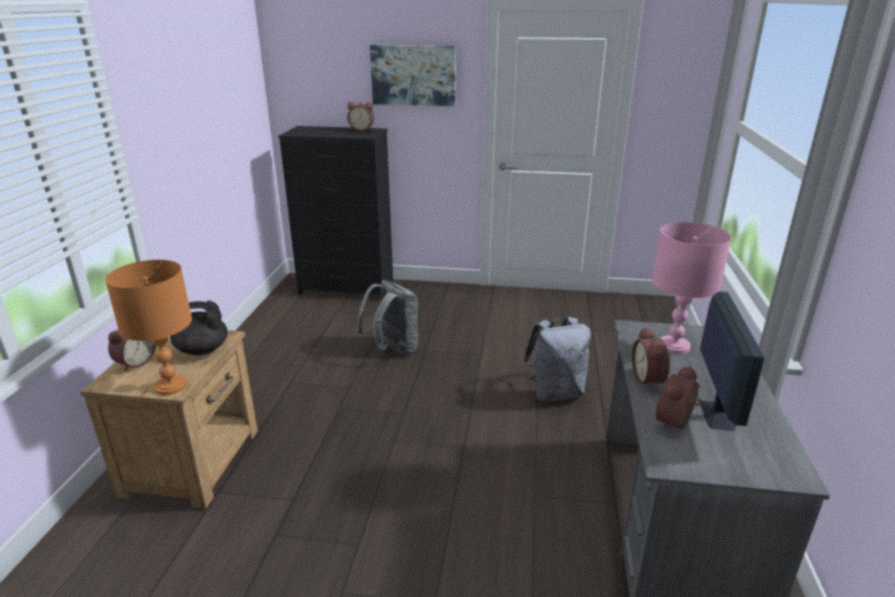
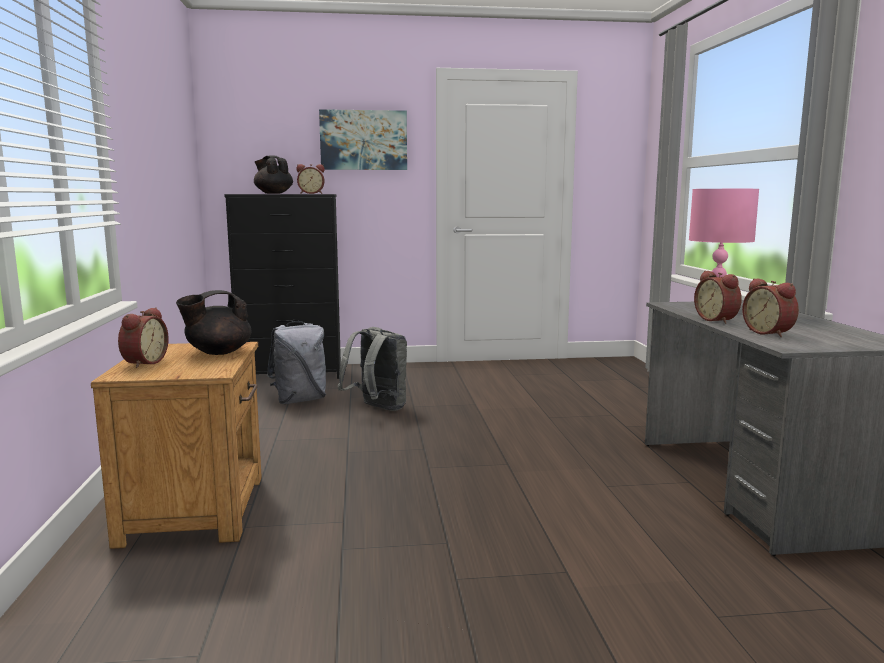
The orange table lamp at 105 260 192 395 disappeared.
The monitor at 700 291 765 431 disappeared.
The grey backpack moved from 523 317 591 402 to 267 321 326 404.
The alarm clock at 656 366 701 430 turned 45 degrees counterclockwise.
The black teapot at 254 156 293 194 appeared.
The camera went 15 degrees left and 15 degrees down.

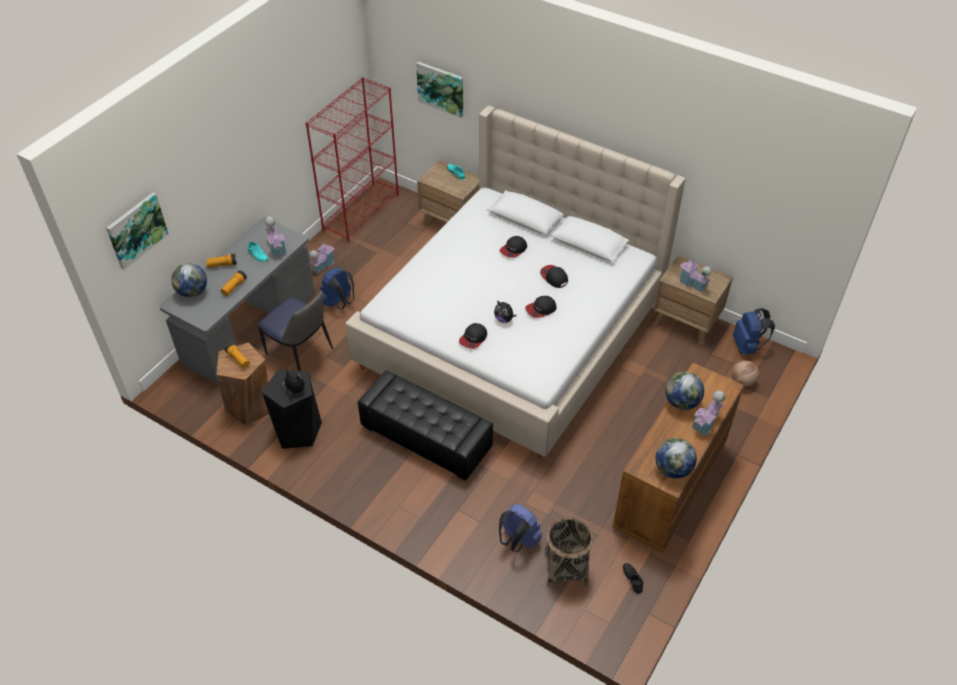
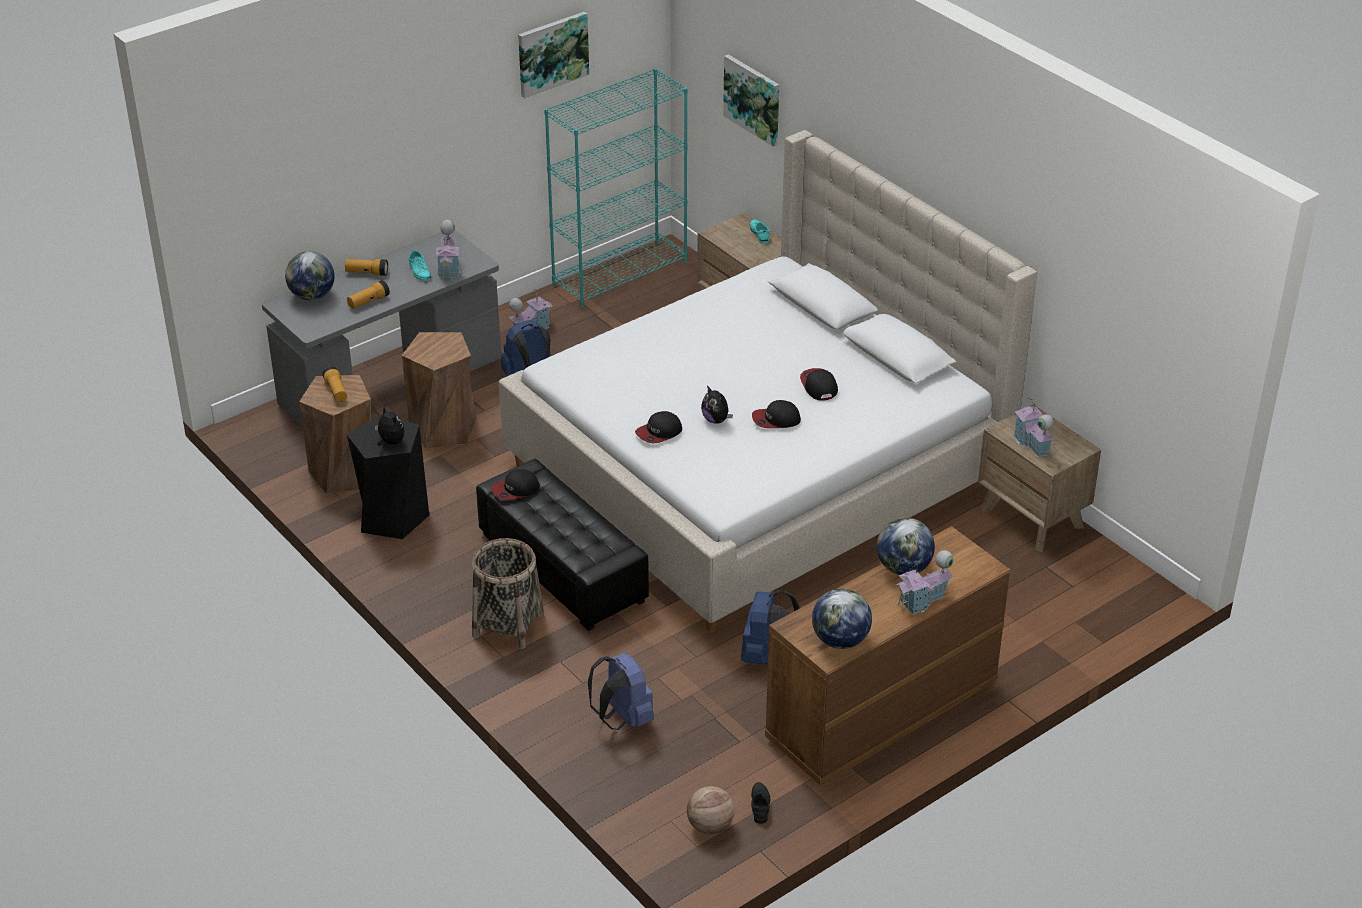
The red bookcase at 305 77 399 243 became the turquoise bookcase at 544 68 688 308.
The picture moved from 106 193 168 270 to 518 12 589 98.
The cap moved from 500 236 527 258 to 491 469 540 500.
The chair at 258 290 333 371 was replaced by the brown stool at 402 332 476 448.
The blue backpack moved from 733 308 775 354 to 741 590 800 664.
The basketball moved from 731 360 759 387 to 687 786 735 835.
The basket moved from 544 516 593 587 to 472 538 544 649.
The camera went 20 degrees right and 10 degrees down.

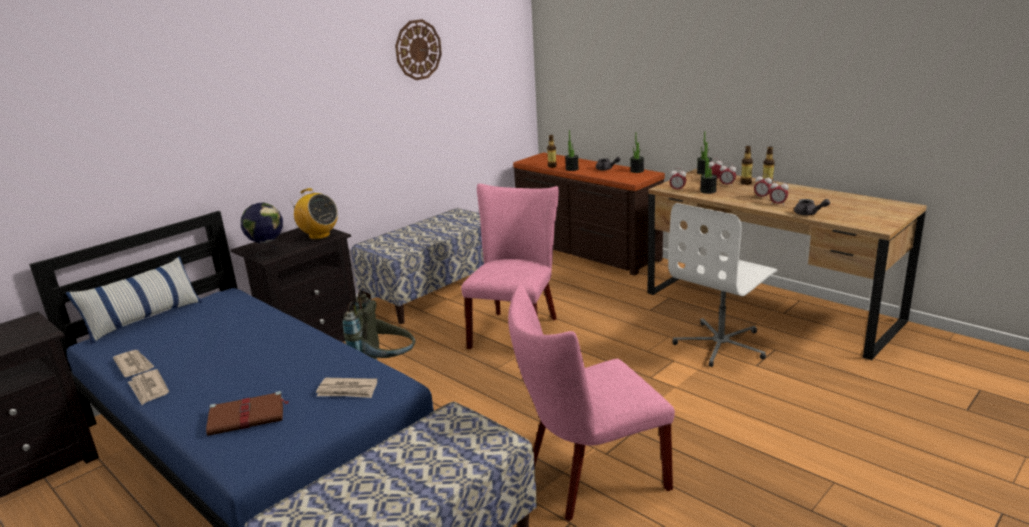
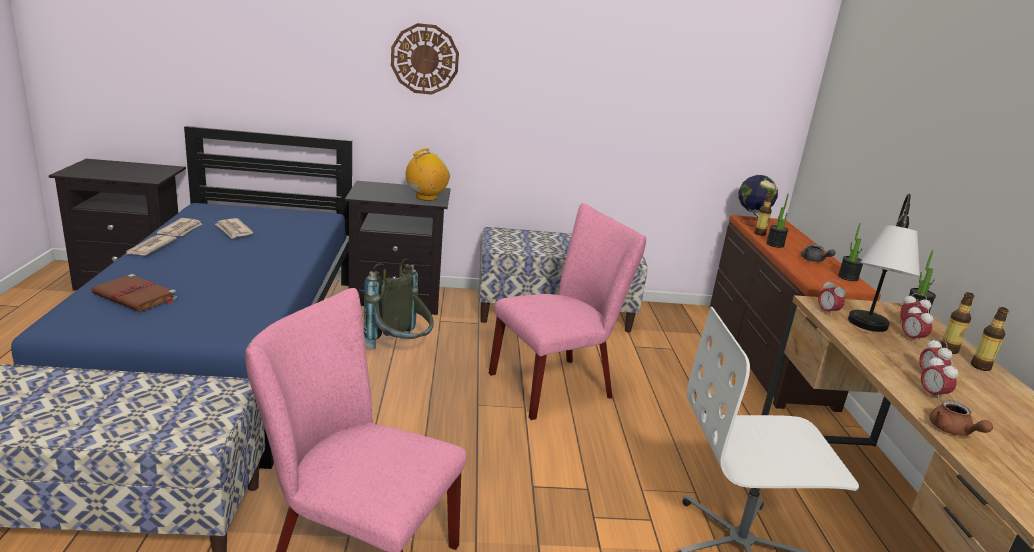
The wall clock moved from 395 19 442 80 to 391 23 459 95.
The potted plant at 700 146 717 194 was replaced by the table lamp at 848 194 920 332.
The radio at 290 188 338 239 turned 120 degrees counterclockwise.
The grey teapot at 794 199 830 215 became the brown teapot at 929 400 993 436.
The globe moved from 241 203 283 258 to 738 175 778 226.
The pillow at 66 256 202 344 disappeared.
The newspaper moved from 316 378 377 398 to 215 218 253 239.
The camera went 40 degrees right and 0 degrees up.

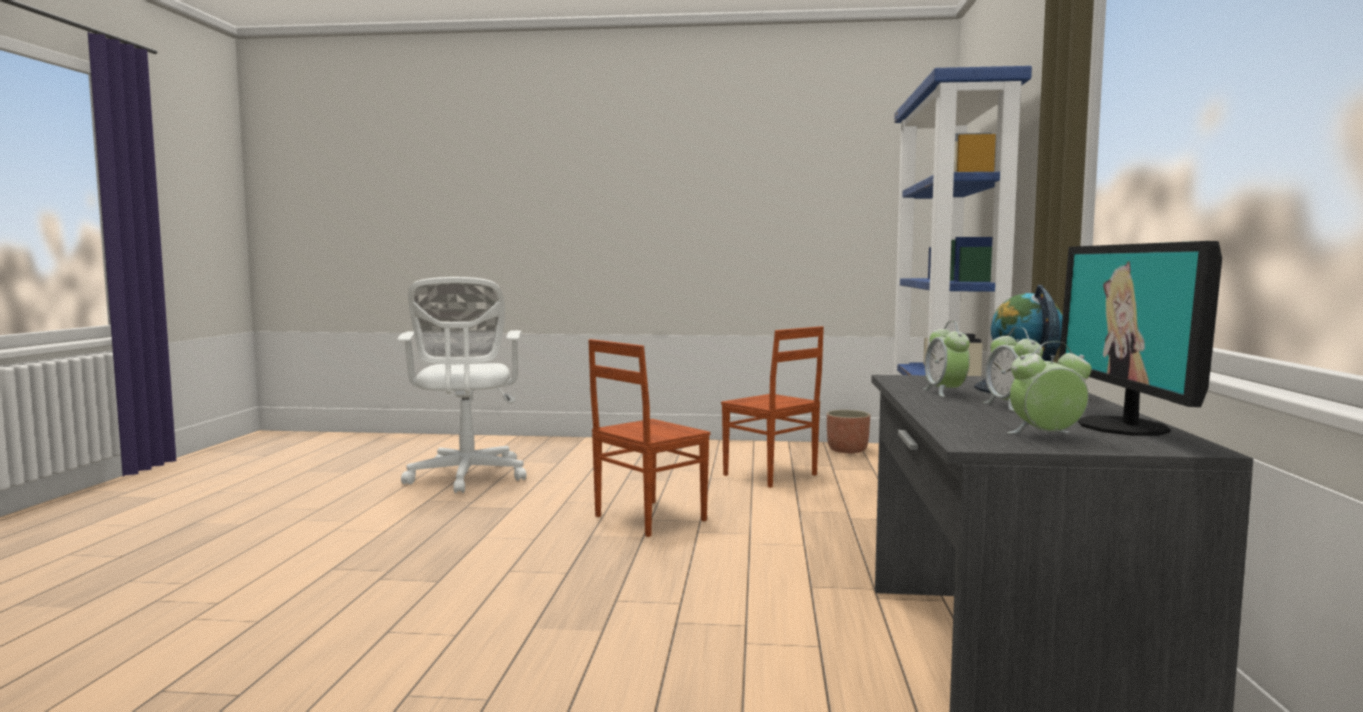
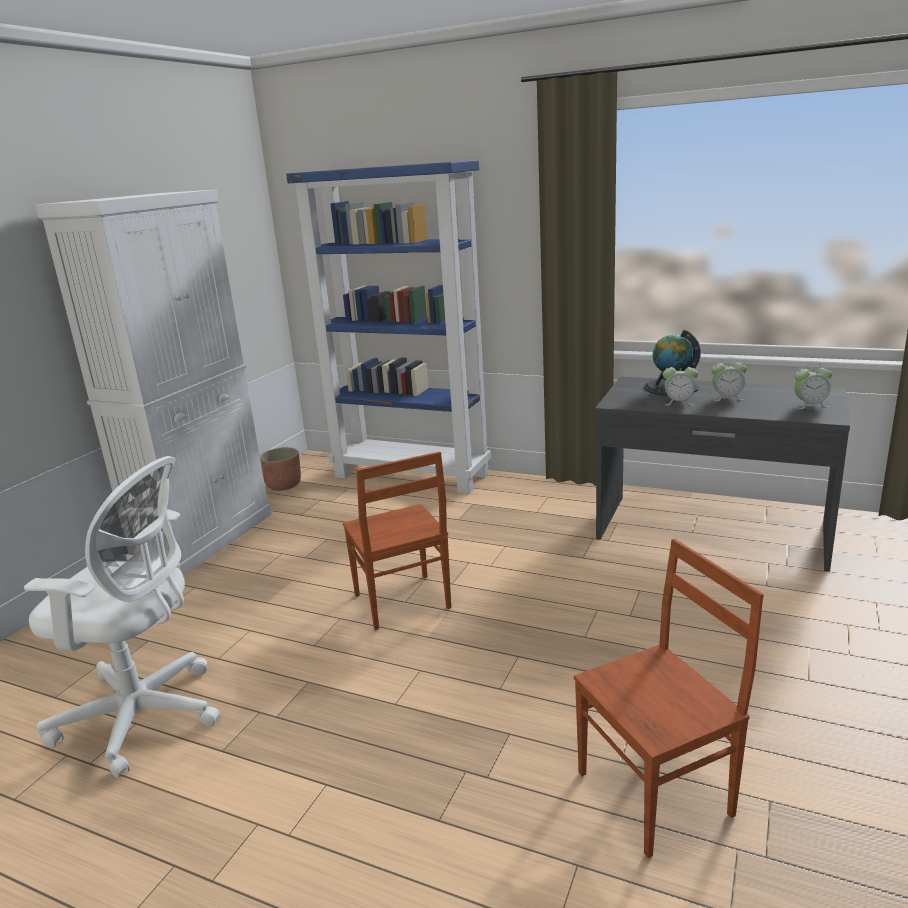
The monitor at 1059 241 1222 436 disappeared.
The brown chair moved from 721 326 824 488 to 574 539 764 858.
The alarm clock at 1007 341 1092 434 turned 105 degrees counterclockwise.
The white cabinet at 35 190 272 576 appeared.
The camera went 70 degrees left and 15 degrees up.

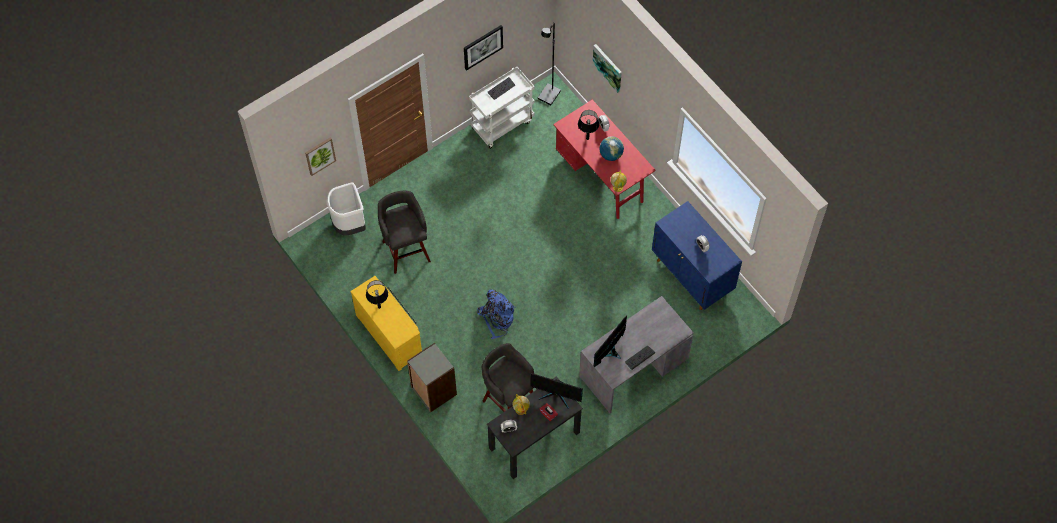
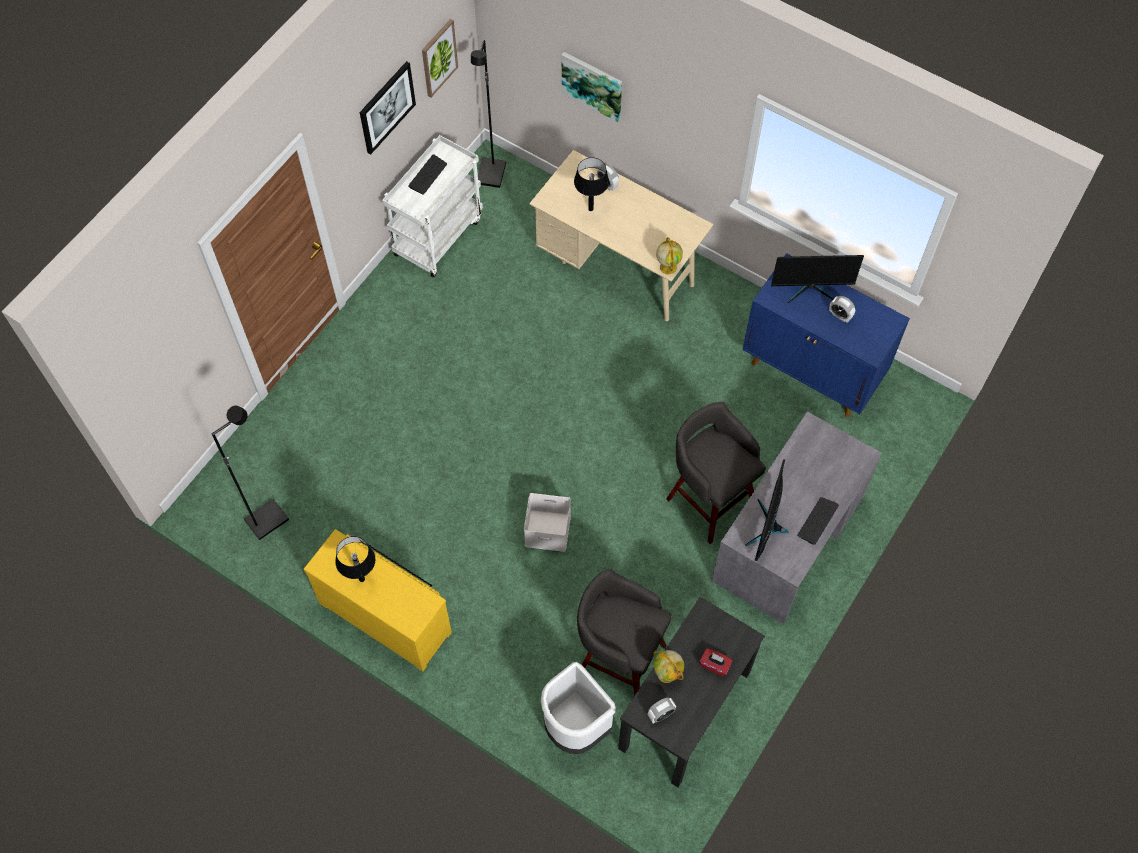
The red desk at 553 100 656 219 became the beige desk at 529 150 714 321.
The globe at 599 136 624 161 disappeared.
The picture moved from 305 137 336 176 to 422 19 458 97.
The white trash can moved from 327 182 366 236 to 541 662 616 754.
The grey stool moved from 378 191 431 274 to 666 402 766 544.
The blue backpack at 477 289 516 339 was replaced by the white storage box at 524 493 571 552.
The grey bookcase at 407 343 457 413 disappeared.
The monitor moved from 531 373 583 408 to 771 255 864 303.
The black floor lamp at 211 406 289 540 appeared.
The camera went 20 degrees left and 0 degrees up.

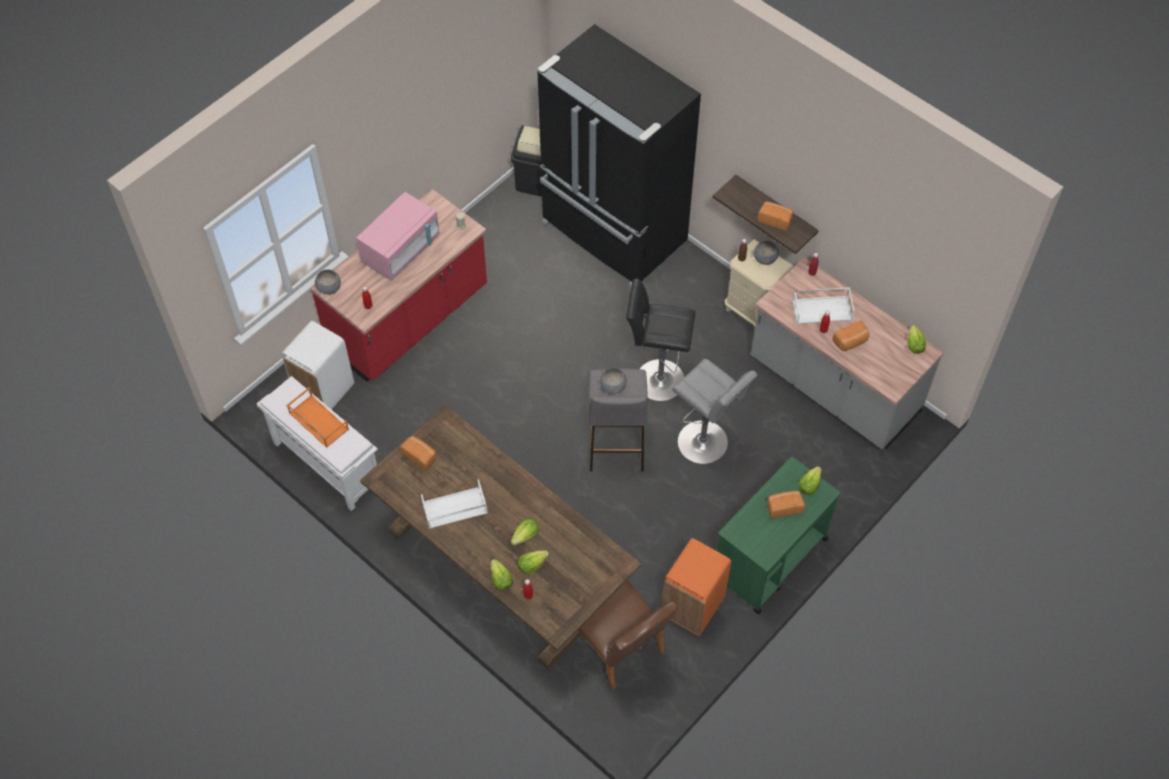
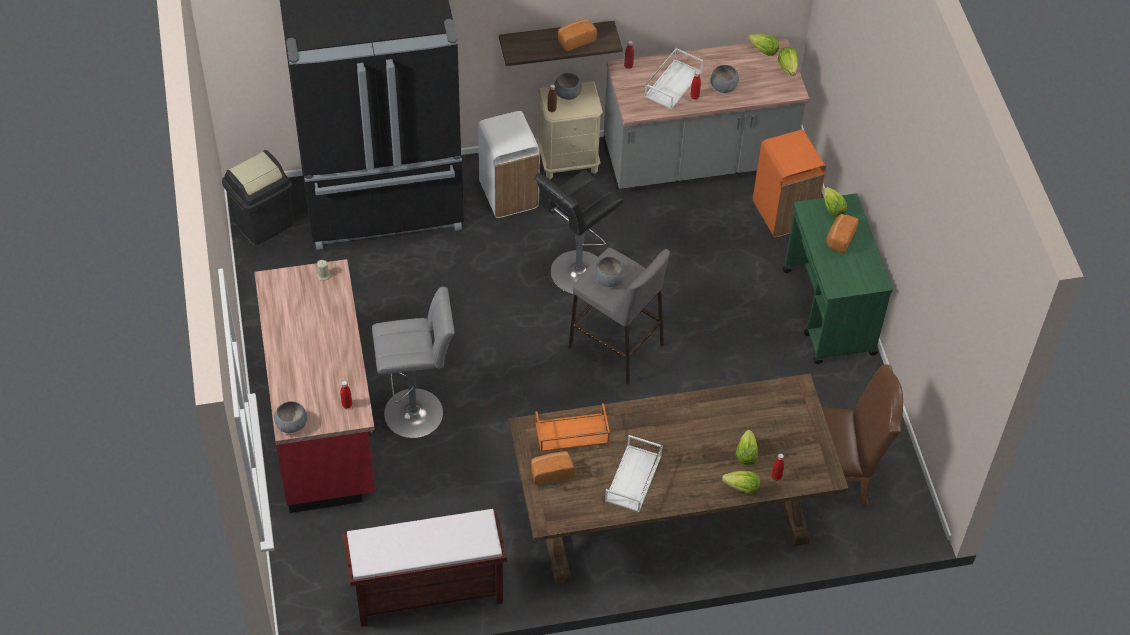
The pink microwave at 356 192 440 281 disappeared.
The white trash can moved from 282 321 354 410 to 478 111 540 218.
The bread at 832 321 869 351 was replaced by the grey bowl at 710 65 739 93.
The grey stool moved from 672 359 758 464 to 372 287 455 438.
The white bench at 257 376 378 511 became the brown bench at 343 509 507 627.
The orange tray moved from 287 387 349 448 to 535 403 610 452.
The lettuce moved from 511 518 539 546 to 777 47 798 76.
The orange trash can moved from 662 538 731 636 to 753 130 826 237.
The camera went 55 degrees left and 5 degrees down.

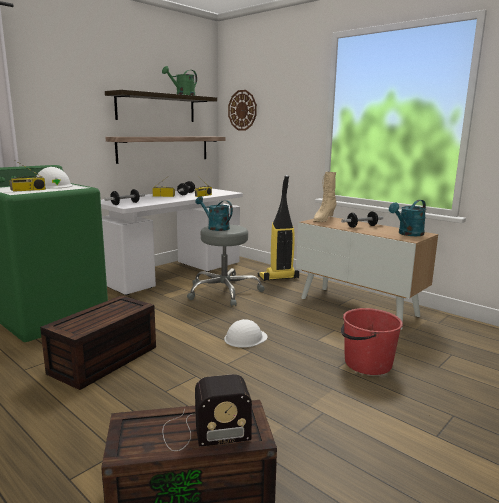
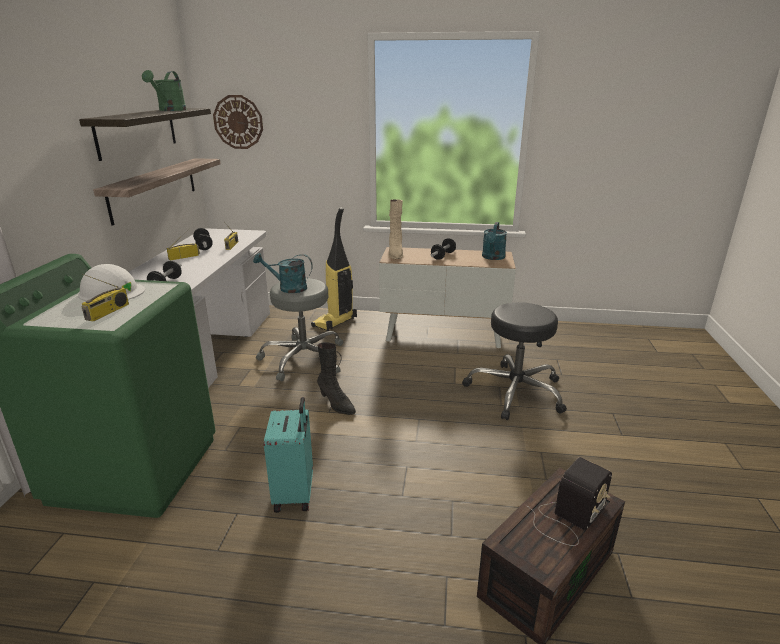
The brown storage box at 40 296 156 390 was replaced by the turquoise suitcase at 264 397 313 513.
The red bucket at 341 308 403 375 was replaced by the black stool at 462 302 567 420.
The white hard hat at 224 319 268 348 disappeared.
The black boot at 317 342 356 415 appeared.
The camera went 35 degrees left and 10 degrees up.

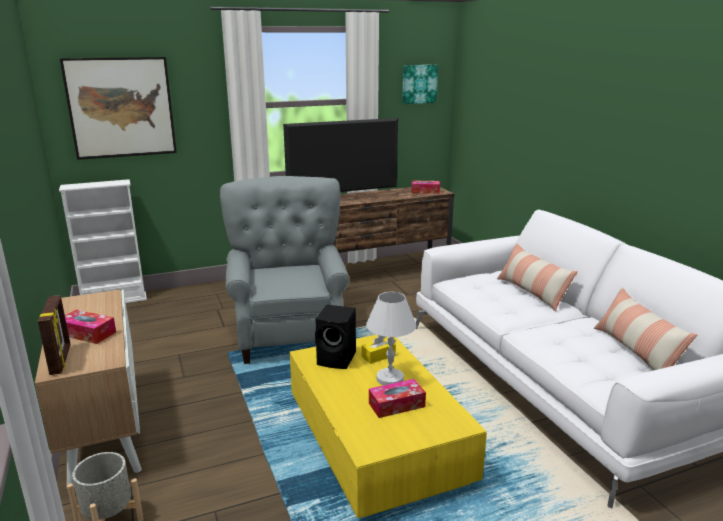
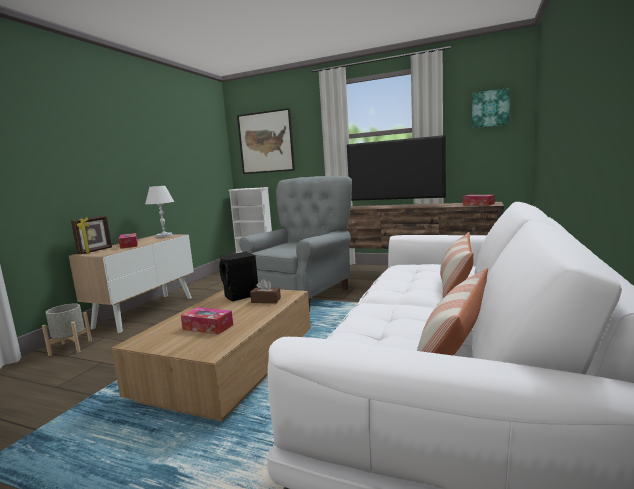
The white table lamp moved from 366 292 416 385 to 145 186 174 238.
The yellow coffee table at 290 335 487 518 became the brown coffee table at 111 289 311 422.
The yellow tissue box at 361 335 396 364 became the brown tissue box at 250 279 281 303.
The camera went 45 degrees right and 10 degrees down.

